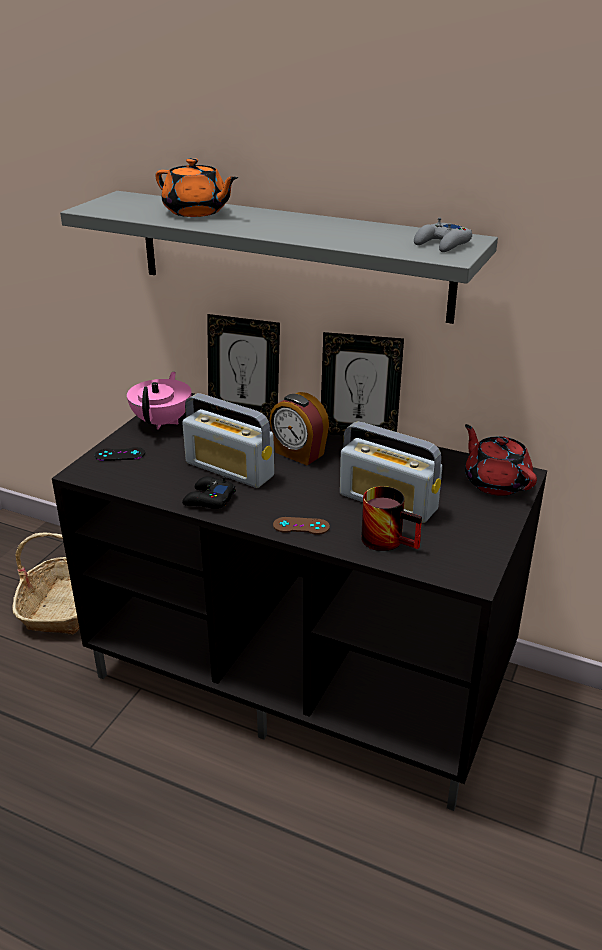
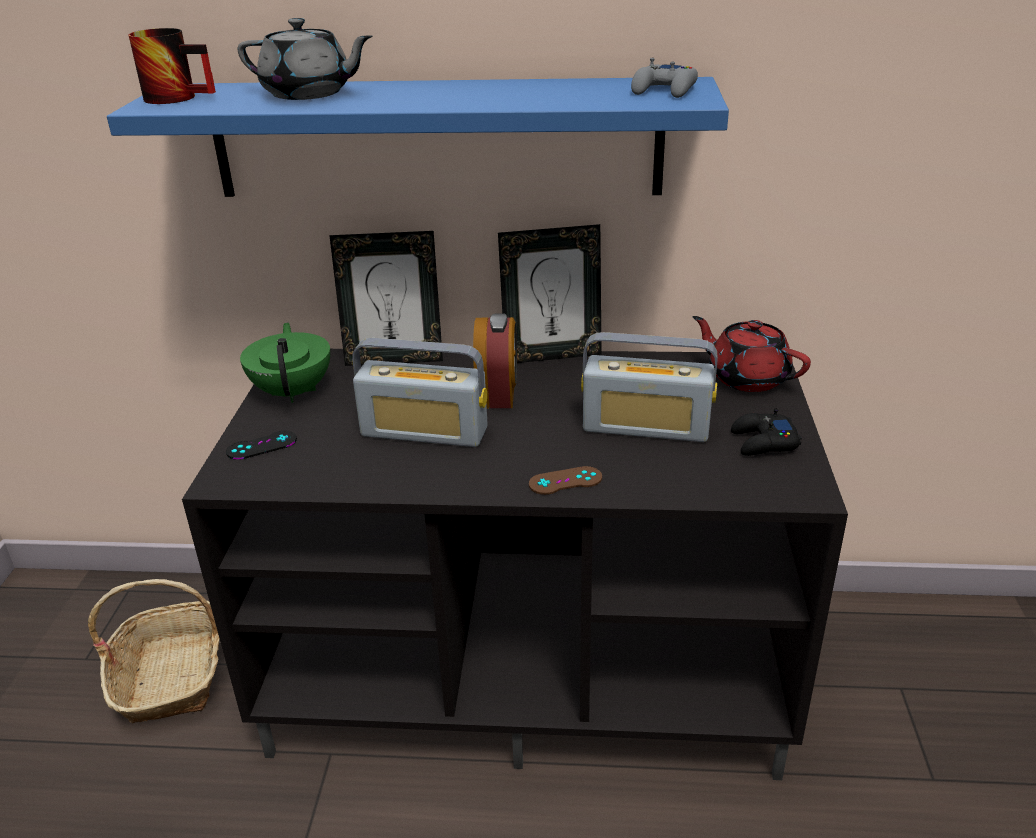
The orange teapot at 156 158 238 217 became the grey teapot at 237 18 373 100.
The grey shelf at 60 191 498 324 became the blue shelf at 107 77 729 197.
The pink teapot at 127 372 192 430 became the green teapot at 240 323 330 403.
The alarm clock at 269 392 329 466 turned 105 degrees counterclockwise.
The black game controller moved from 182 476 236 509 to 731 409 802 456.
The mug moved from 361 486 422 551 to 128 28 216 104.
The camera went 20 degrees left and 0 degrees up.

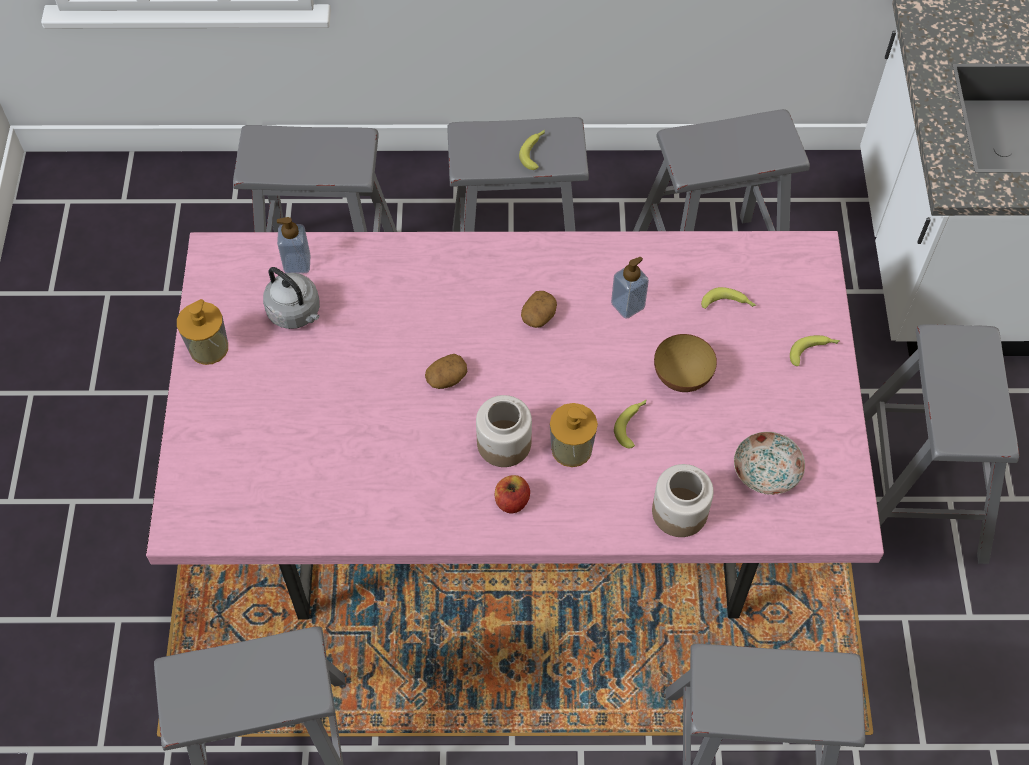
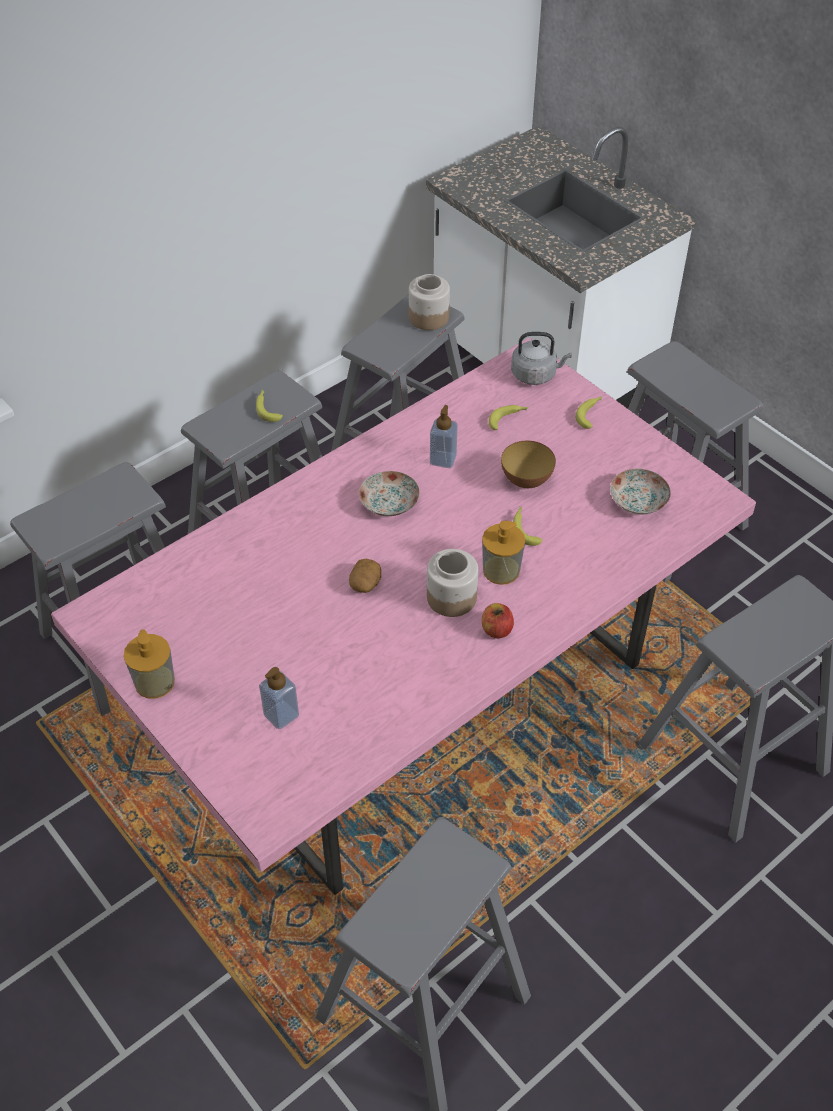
The soap dispenser moved from 277 217 311 274 to 259 667 299 729.
The grey kettle moved from 263 267 320 329 to 511 332 572 385.
The potato at 521 291 557 328 was replaced by the plate at 359 471 420 516.
The jar moved from 652 464 714 537 to 409 274 450 330.
The camera went 40 degrees left and 10 degrees down.

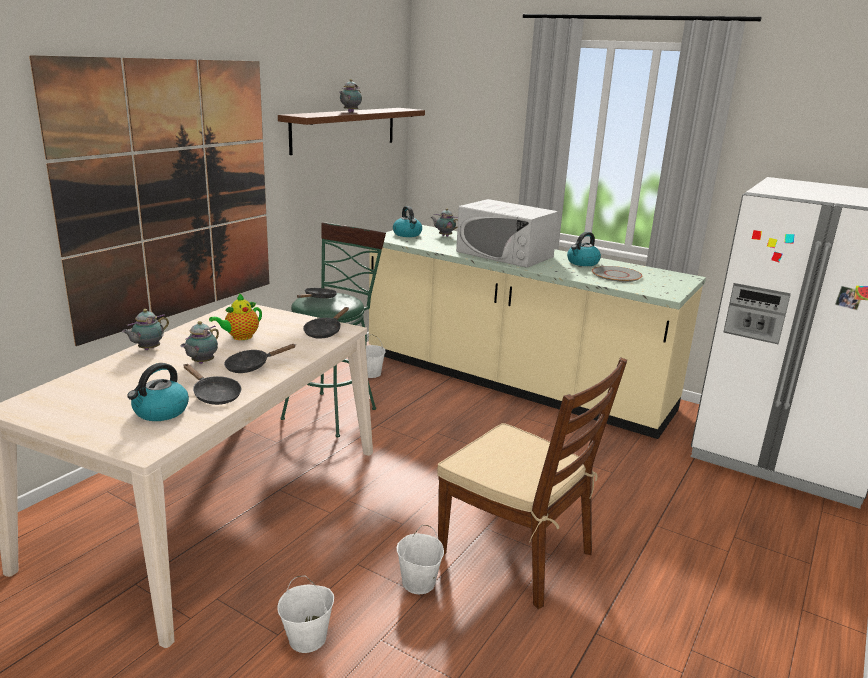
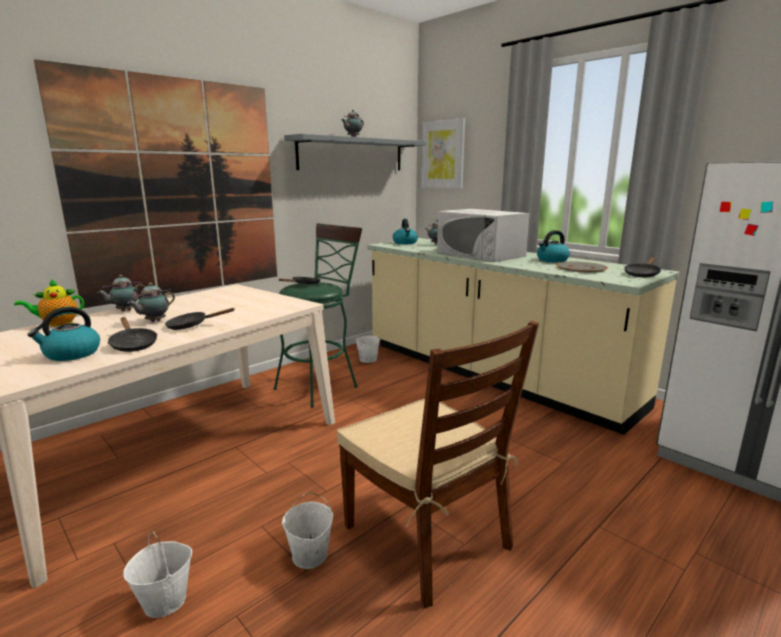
The brown shelf at 278 108 425 155 became the grey shelf at 284 134 426 170.
The teapot moved from 209 293 262 340 to 14 279 84 327.
The black frying pan moved from 303 307 349 339 to 624 257 661 277.
The picture at 421 118 465 189 appeared.
The camera went 15 degrees right and 5 degrees down.

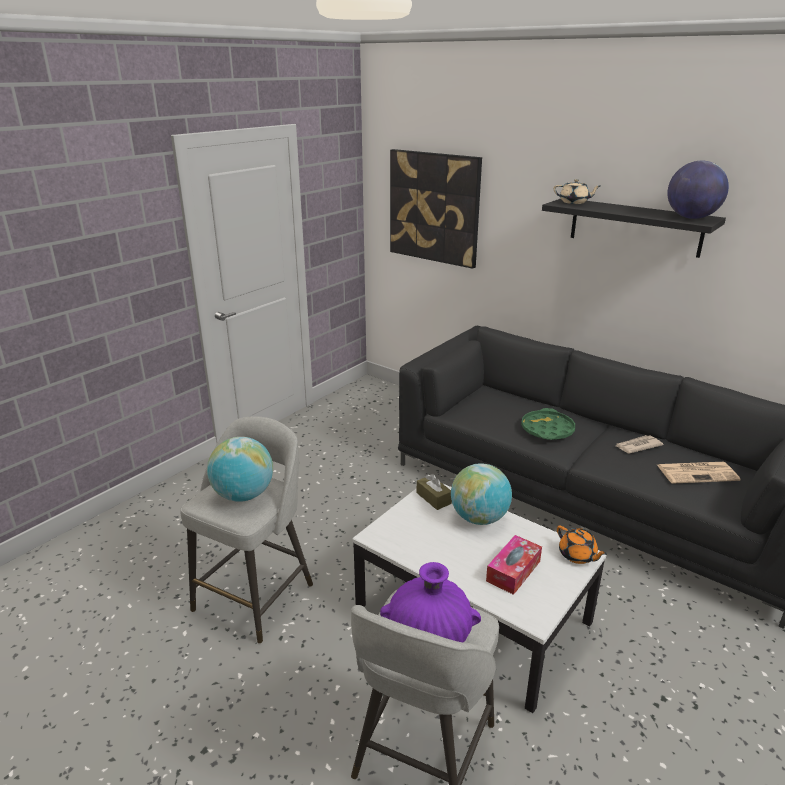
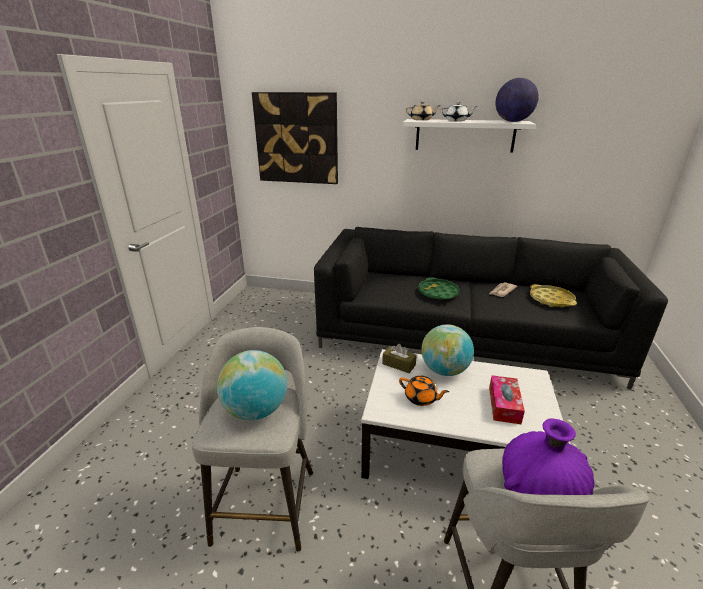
The black shelf at 542 199 726 258 became the white shelf at 403 119 536 153.
The newspaper at 657 462 740 484 was replaced by the yellow tray at 530 284 577 307.
The orange teapot moved from 557 525 607 564 to 399 376 449 406.
The white teapot at 440 102 477 121 appeared.
The camera went 25 degrees left and 0 degrees up.

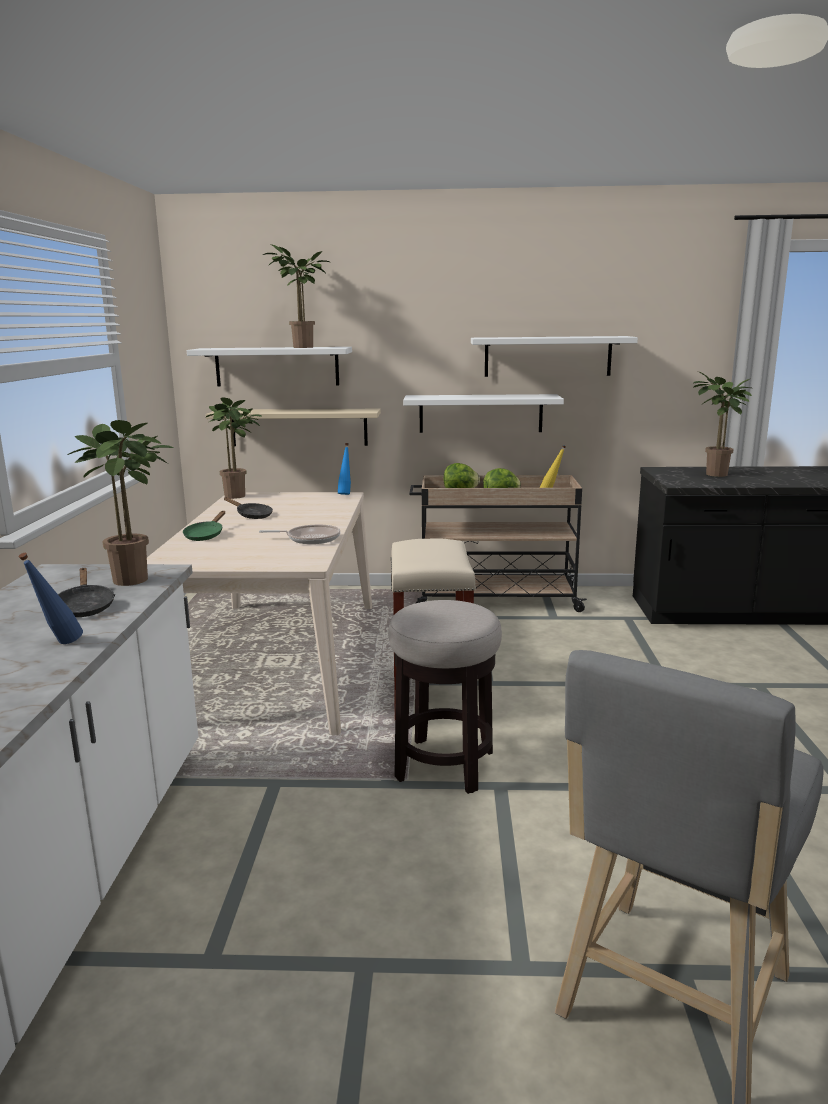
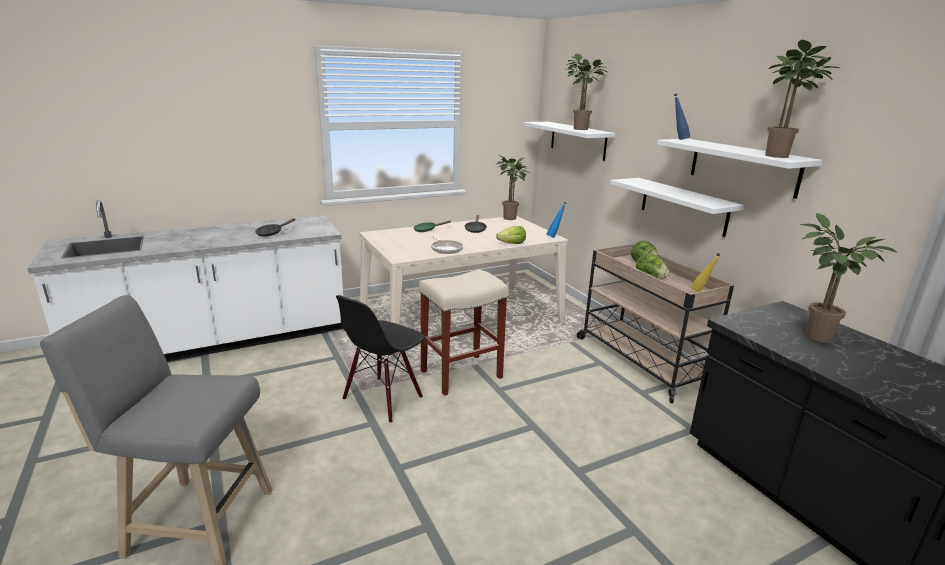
The beige shelf at 206 409 381 446 disappeared.
The potted plant moved from 68 420 173 586 to 765 40 839 158.
The blue bottle moved from 19 553 83 644 to 674 93 690 140.
The stool at 388 600 502 794 was replaced by the black chair at 336 295 425 423.
The lettuce at 496 226 526 244 appeared.
The camera went 60 degrees right and 5 degrees up.

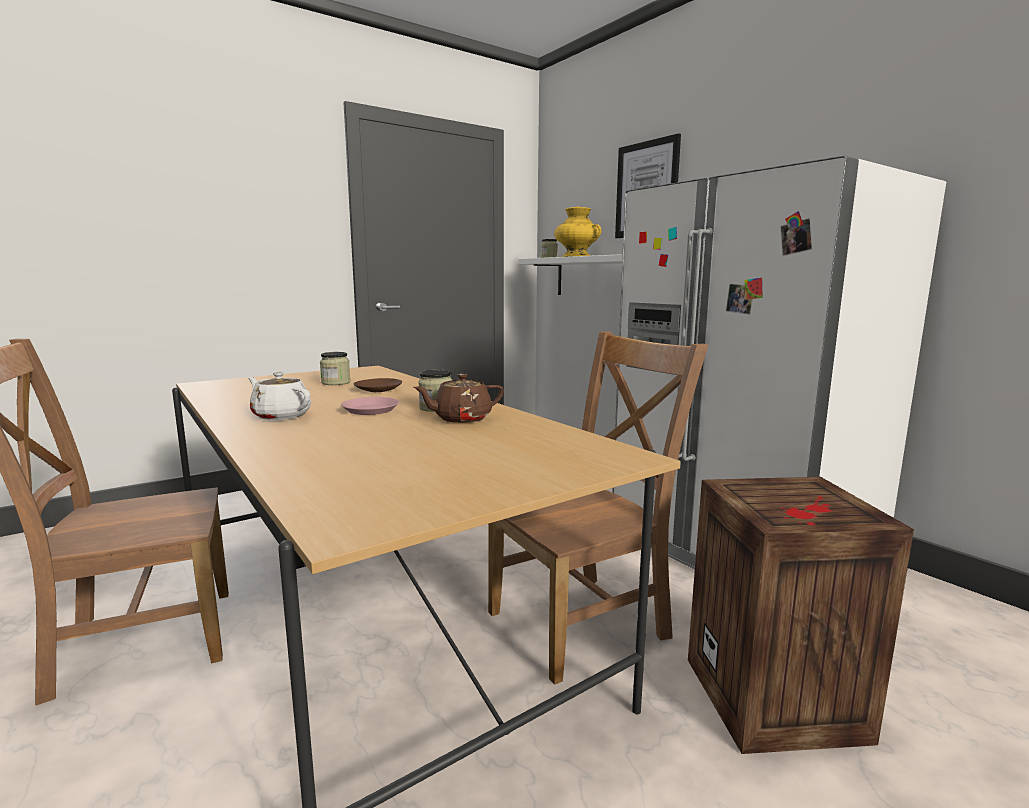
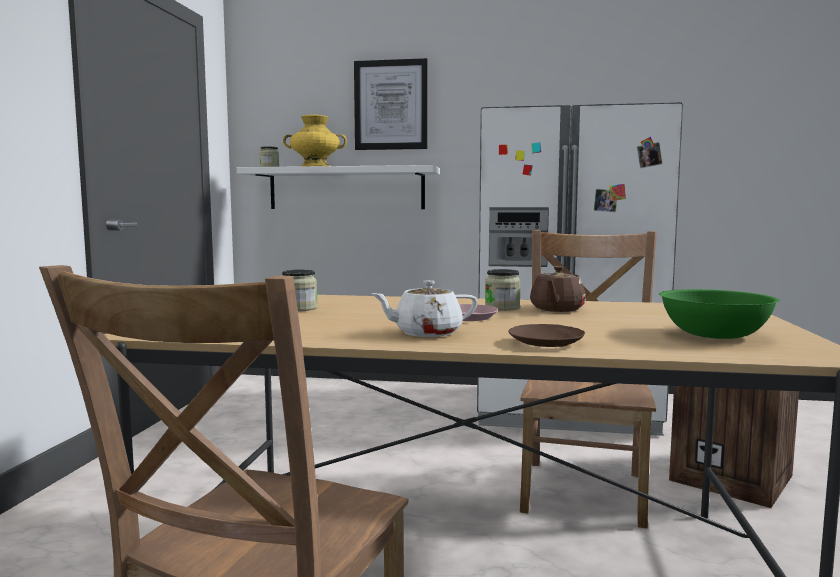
The brown plate moved from 354 378 402 392 to 508 324 585 347.
The green bowl at 659 289 780 339 appeared.
The camera went 45 degrees left and 5 degrees down.

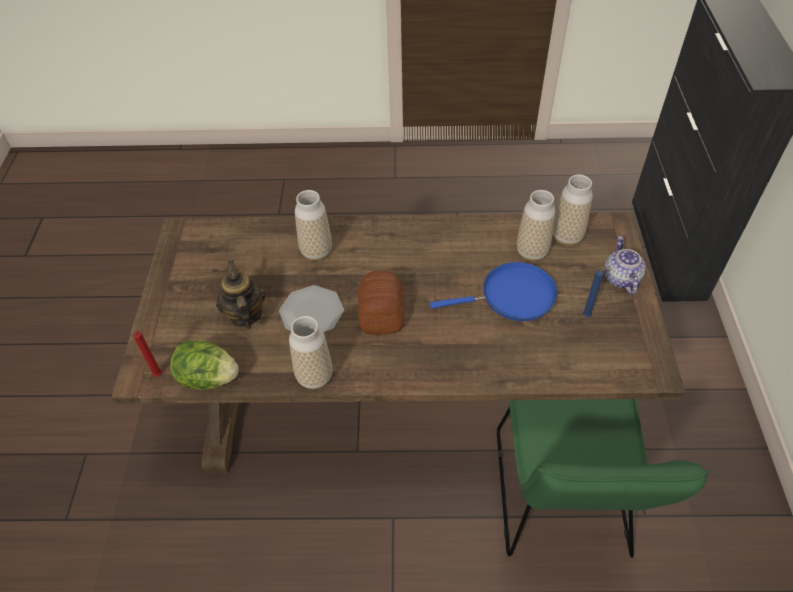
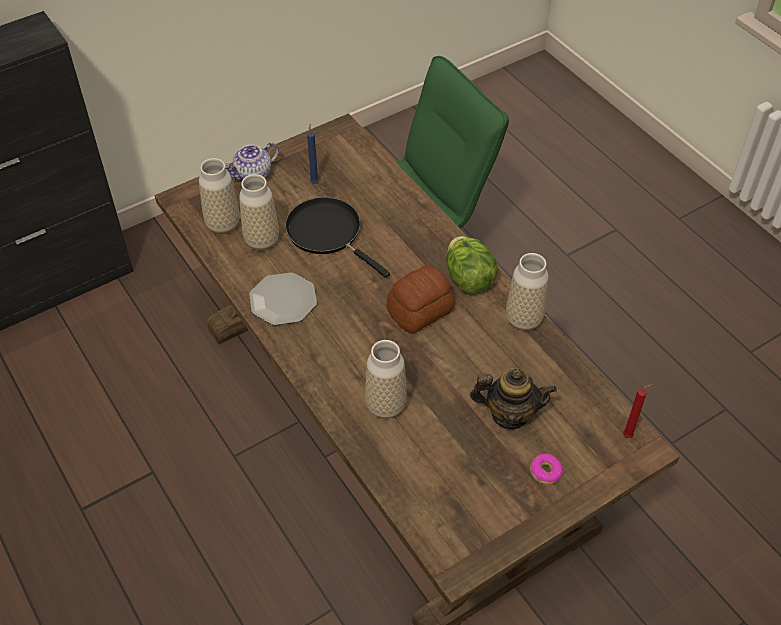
The teapot at 216 260 265 329 turned 120 degrees counterclockwise.
The blue frying pan at 430 262 558 321 became the black frying pan at 285 197 390 278.
The plate moved from 279 285 344 332 to 249 273 317 325.
The lettuce moved from 170 341 239 390 to 446 236 498 293.
The donut at 530 454 563 485 appeared.
The camera went 125 degrees left and 0 degrees up.

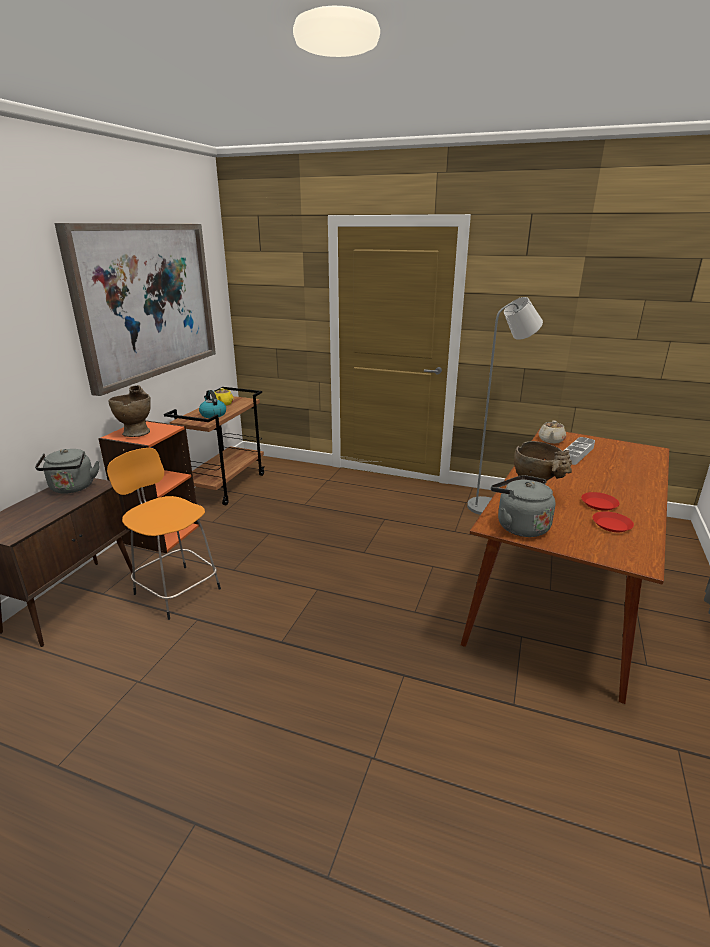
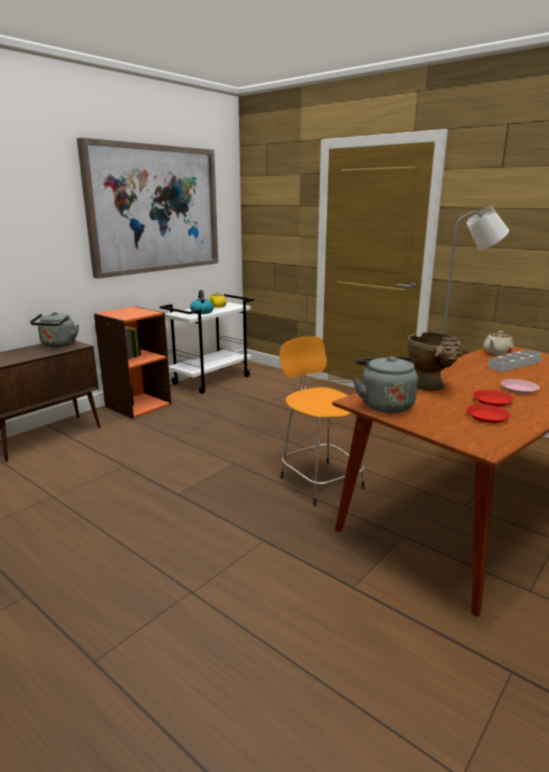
The beige vase at 109 385 151 437 disappeared.
The brown cart at 164 387 264 505 became the white cart at 160 294 254 394.
The orange stool moved from 107 448 221 620 to 280 336 365 506.
The pink plate at 500 379 540 394 appeared.
The camera went 20 degrees right and 5 degrees down.

